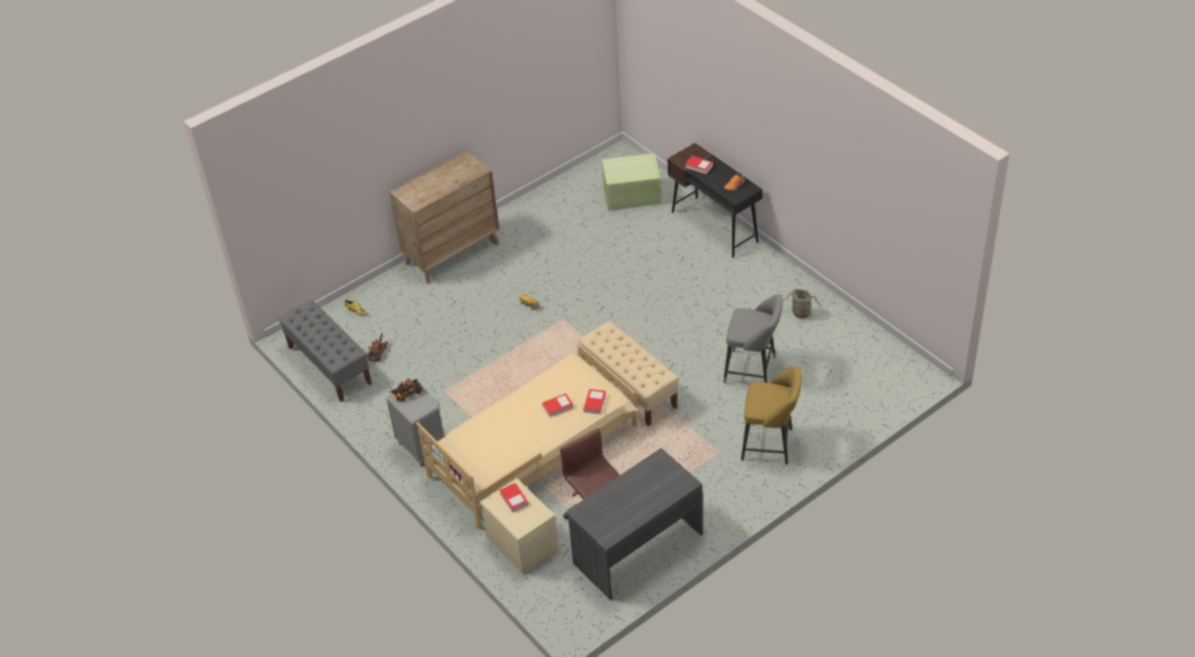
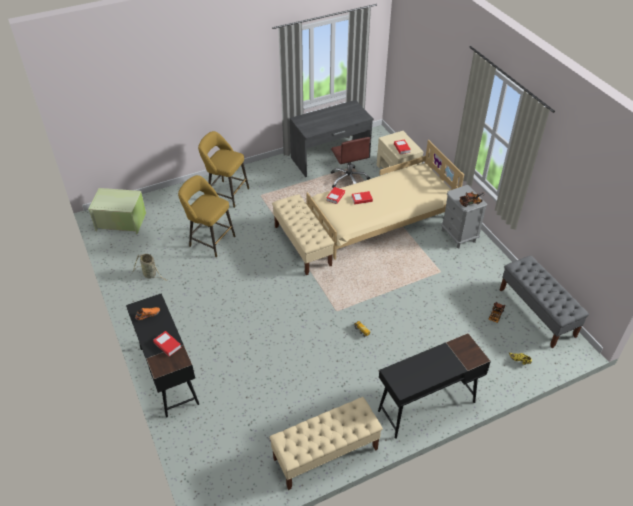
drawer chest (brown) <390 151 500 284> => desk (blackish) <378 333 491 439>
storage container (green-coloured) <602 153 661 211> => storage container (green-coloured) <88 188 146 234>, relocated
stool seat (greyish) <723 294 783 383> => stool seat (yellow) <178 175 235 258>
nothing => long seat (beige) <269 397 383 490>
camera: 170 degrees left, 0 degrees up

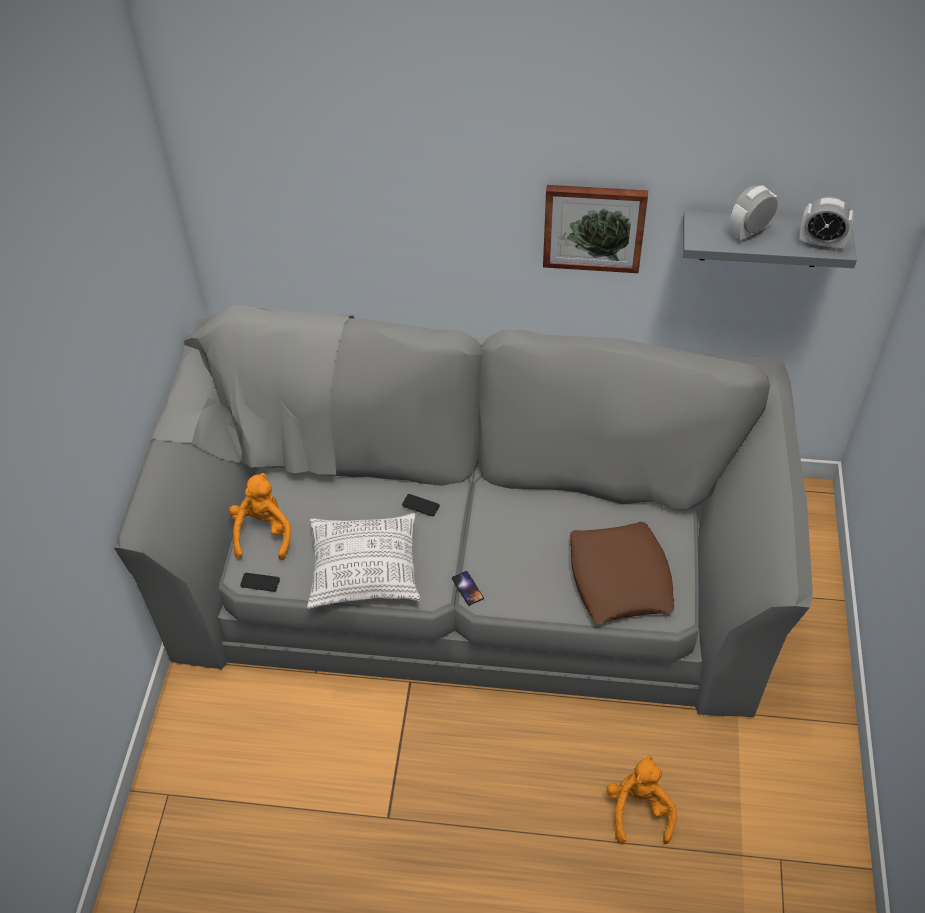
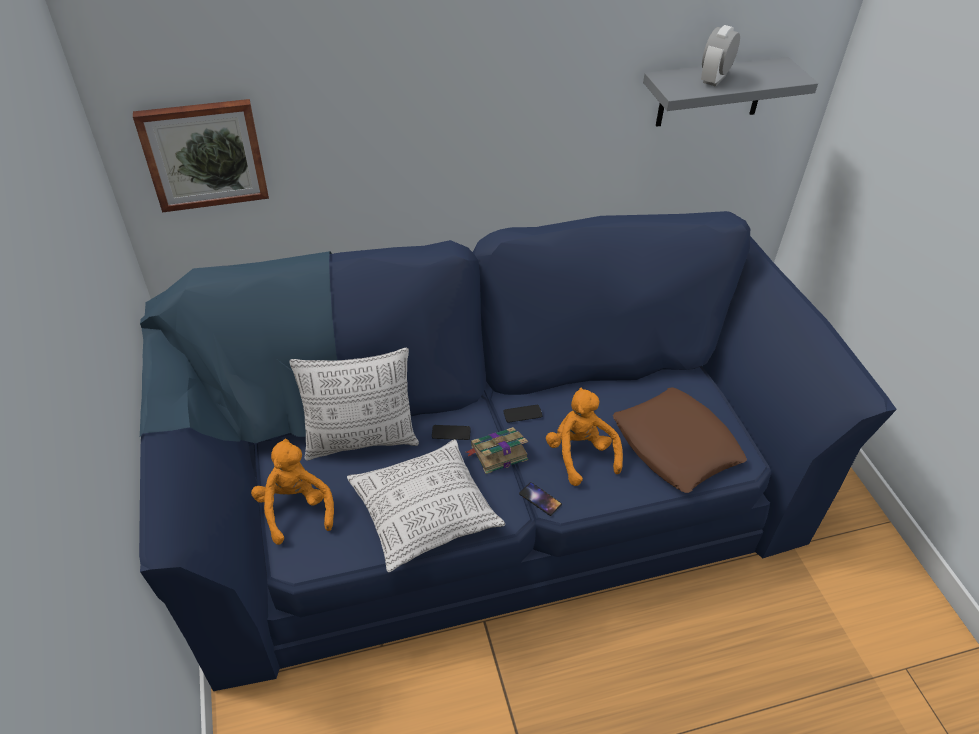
wall art <543 185 648 273> => wall art <133 99 269 213>, relocated
alarm clock <800 197 854 251> => nothing
settee (greyish) <114 305 813 717> => settee (bluish) <139 211 897 691>
handset <240 573 280 592> => handset <503 405 542 423>, relocated
soft toy (orange-coloured) <606 755 677 844> => soft toy (orange-coloured) <546 388 623 486>, relocated
nothing => cushion <289 348 419 461>
nothing => volume <466 427 528 474>
camera: 25 degrees left, 5 degrees down

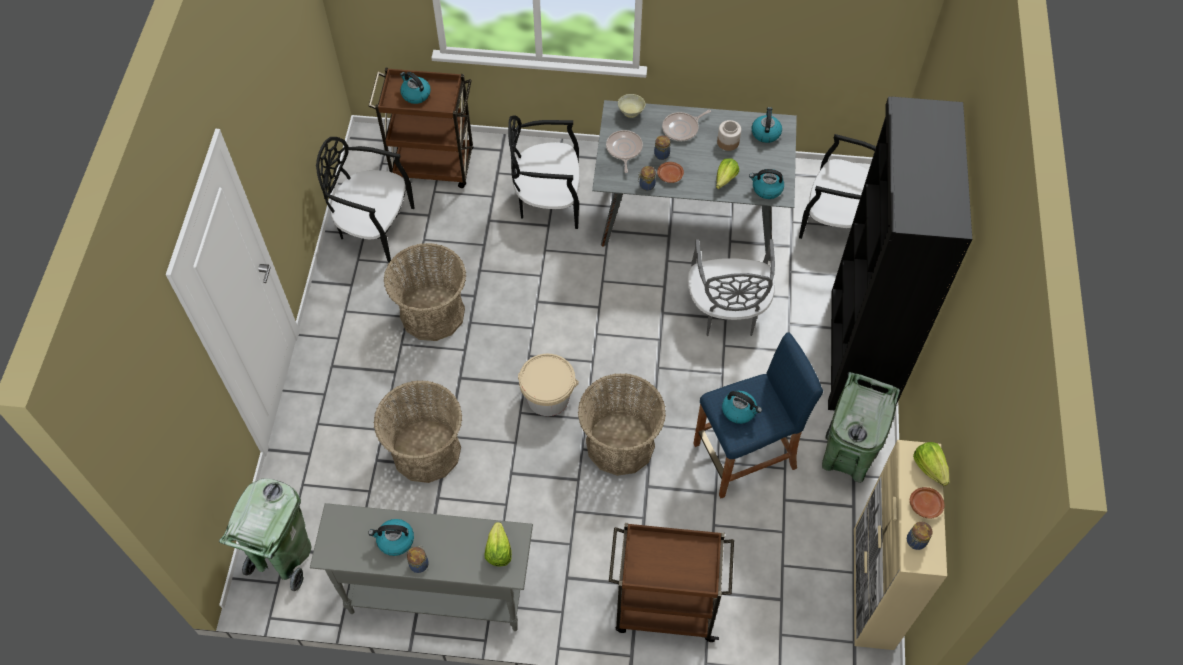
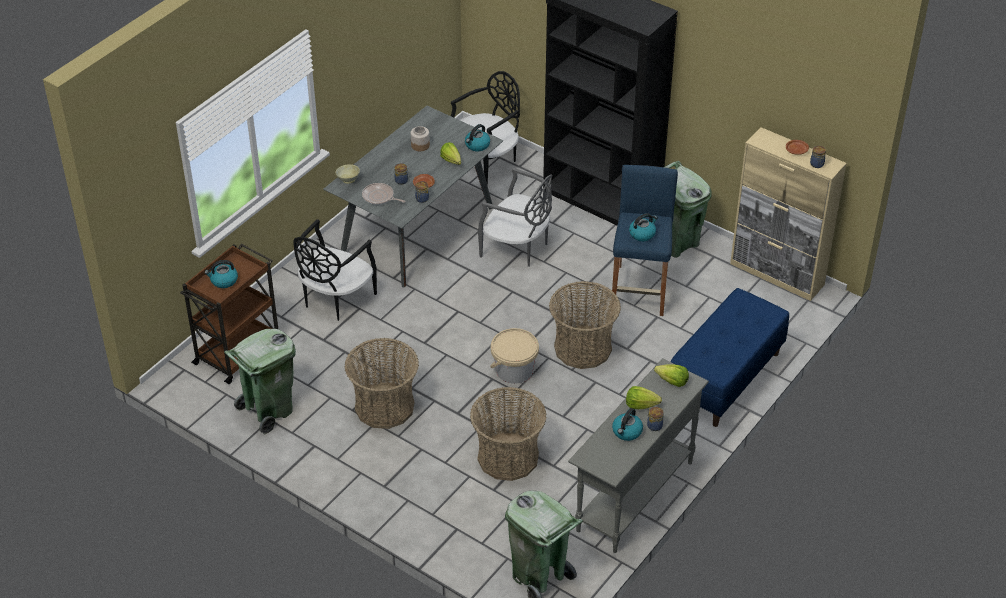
tea kettle <752 107 782 143> => nothing
skillet <662 110 711 141> => nothing
chair (blackish) <316 137 414 262> => waste bin (green-coloured) <224 329 296 434>
head of lettuce <913 442 950 486> => head of lettuce <626 386 662 409>, relocated
wheeled cart (brown) <609 523 734 642> => long seat (bluish) <670 288 789 427>
camera: 60 degrees left, 15 degrees down

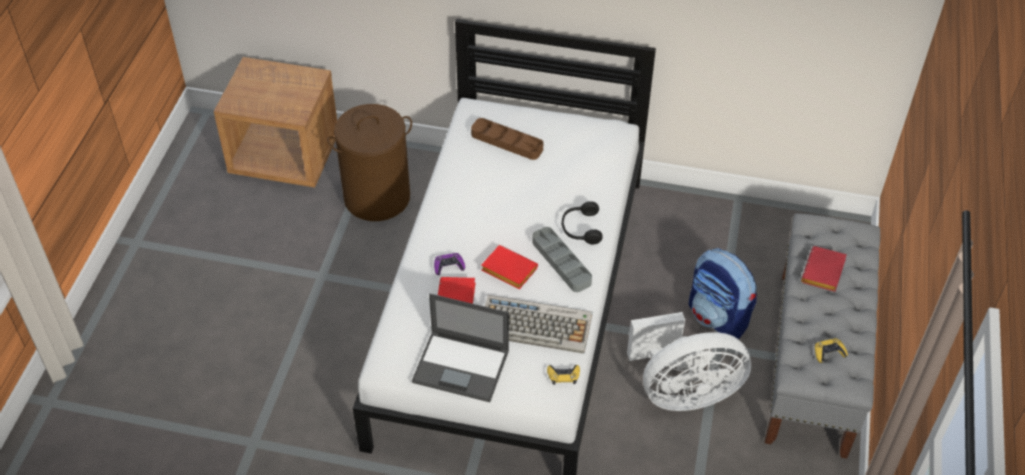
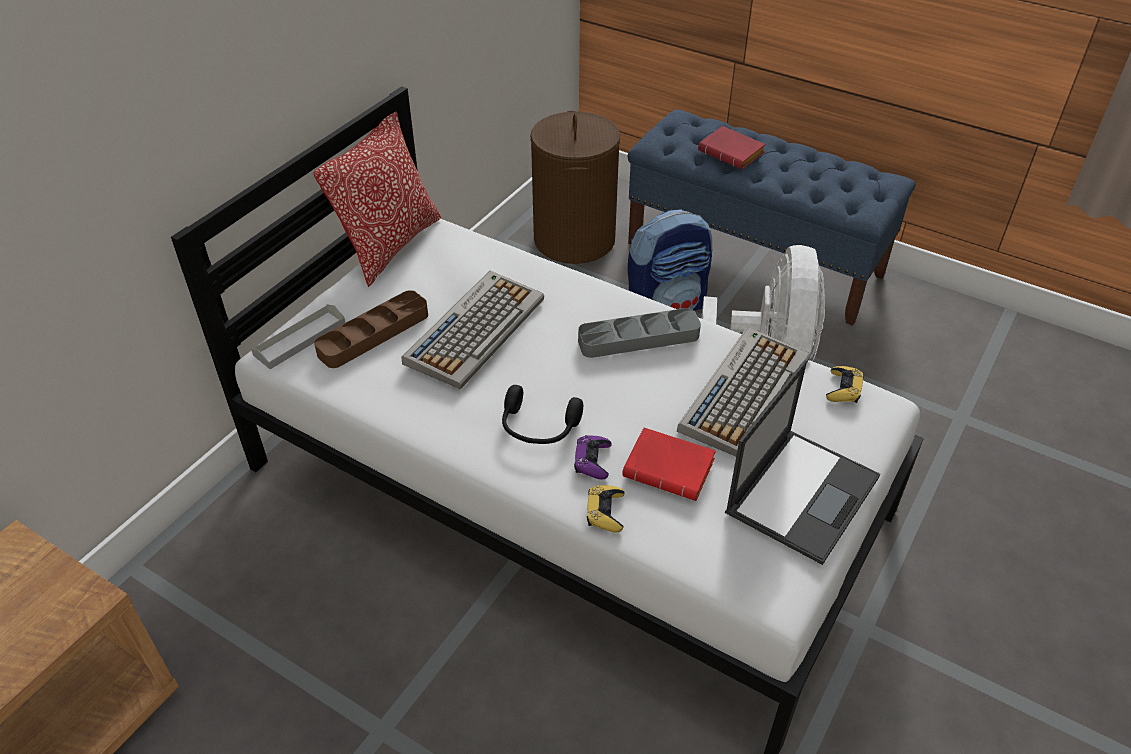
laundry basket (brown) <327 104 412 221> => laundry basket (brown) <530 111 621 264>, relocated
headset (blackish) <561 201 603 244> => headset (blackish) <502 385 583 444>, relocated
long seat (greyish) <765 213 880 459> => long seat (bluish) <628 109 916 326>
volume (reddish) <481 245 538 289> => nothing
game controller (yellow) <815 338 848 363> => game controller (yellow) <587 485 625 532>, relocated
nothing => cushion <313 112 441 287>
nothing => computer keyboard <401 271 544 389>
nothing => serving tray (greyish) <251 304 345 369>
camera: 70 degrees left, 5 degrees down

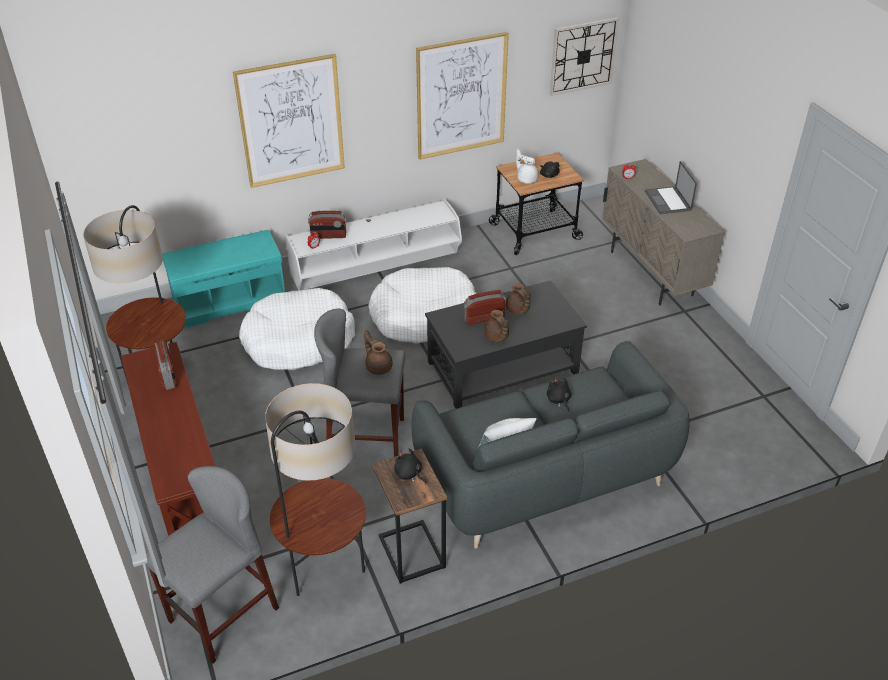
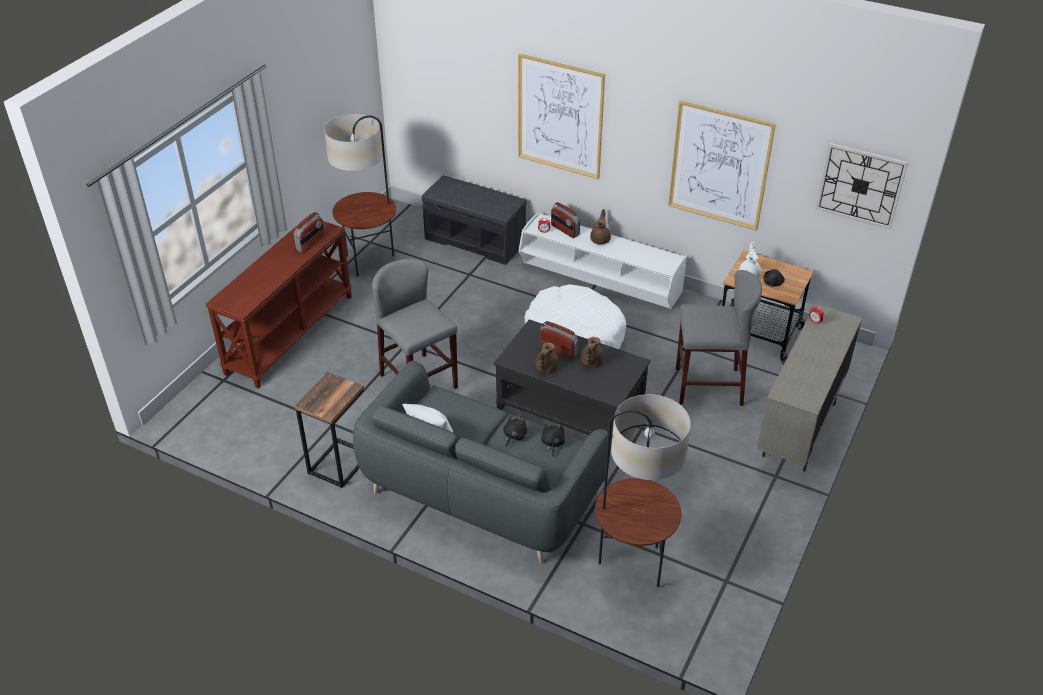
laptop <645 161 697 214> => nothing
long seat (blue-green) <162 230 285 328> => long seat (greyish) <422 175 527 265>
pet bed (white) <239 288 355 370> => nothing
pot for tea (brown) <364 330 393 375> => pot for tea (brown) <590 209 611 245>, relocated
standing lamp <265 383 366 596> => standing lamp <595 394 691 587>, relocated
soft toy (blackish) <394 448 426 484> => soft toy (blackish) <541 421 565 456>, relocated
stool seat (greyish) <145 466 279 664> => stool seat (greyish) <676 270 762 406>, relocated
camera: 50 degrees right, 0 degrees up

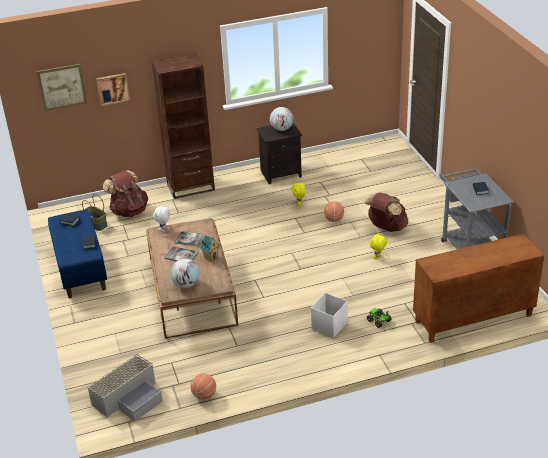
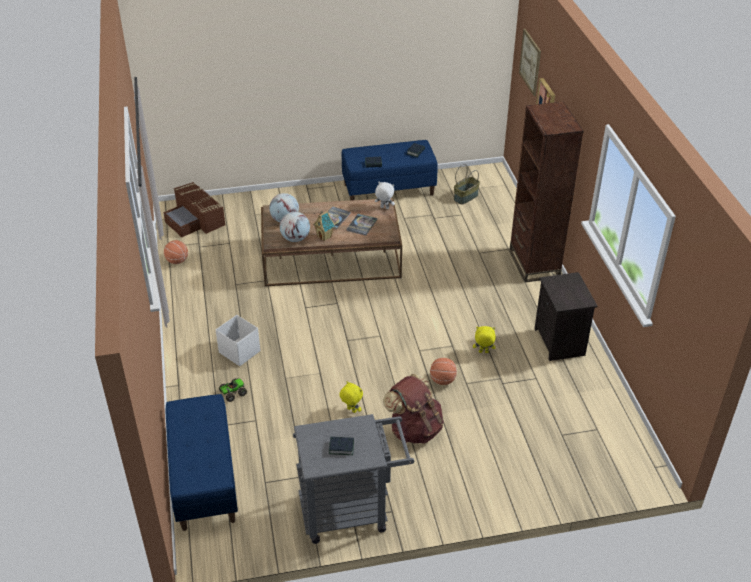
globe <270 107 293 131> => globe <280 212 310 242>, relocated
backpack (brown) <103 170 148 217> => nothing
cabinet (brown) <413 233 544 343> => long seat (bluish) <165 394 238 531>
storage container (greyish) <87 354 163 421> => storage container (brown) <163 182 225 237>
camera: 95 degrees right, 5 degrees up

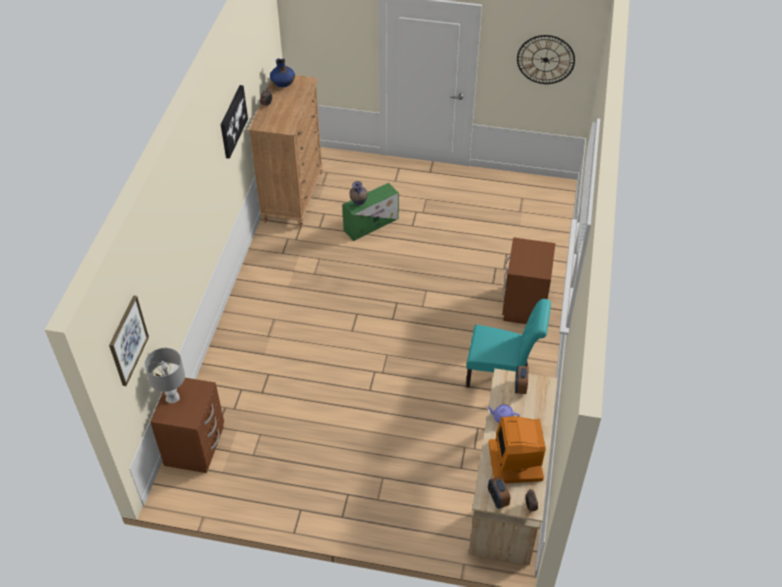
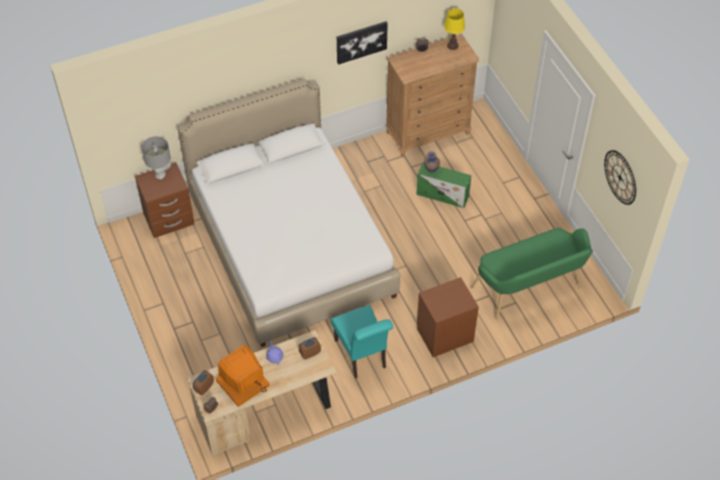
vase (bluish) <270 58 295 87> => tabletop lamp (yellow) <444 8 465 50>
wall art <109 295 149 386> => nothing
nothing => bedroom bed (white) <177 78 400 347>
nothing => long seat (green-coloured) <471 228 593 320>
camera: 55 degrees right, 5 degrees up

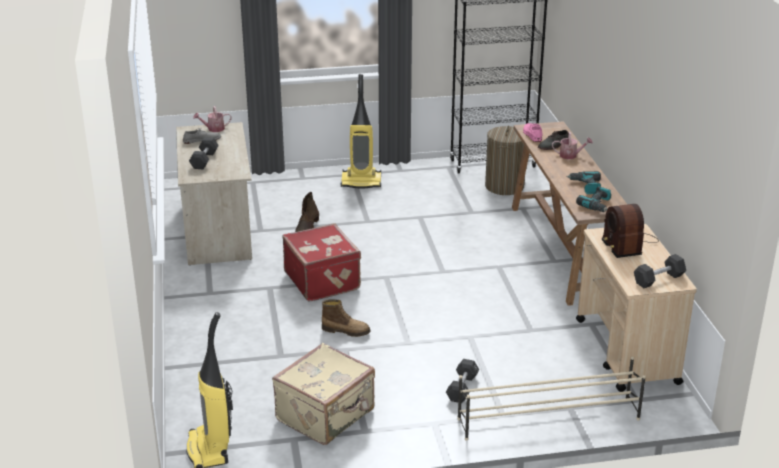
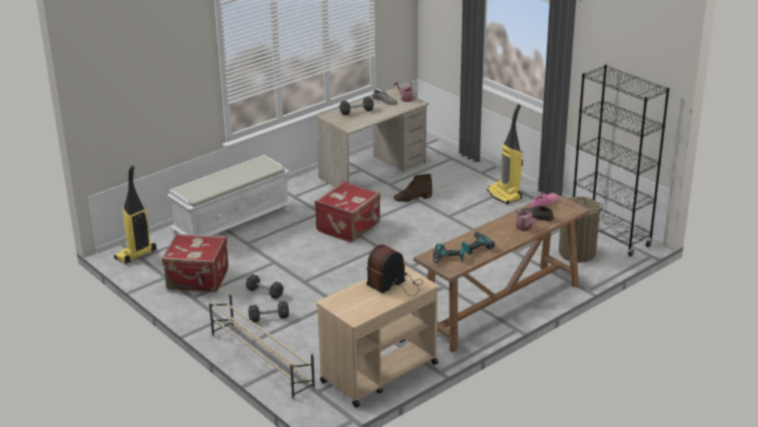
free weight (blackish) <634 254 686 288> => free weight (blackish) <246 274 284 299>, relocated
boot <322 299 371 337> => nothing
piece of luggage (beige) <272 343 375 445> => piece of luggage (reddish) <162 233 229 292>
nothing => long seat (white) <167 155 292 236>
camera: 60 degrees right, 0 degrees up

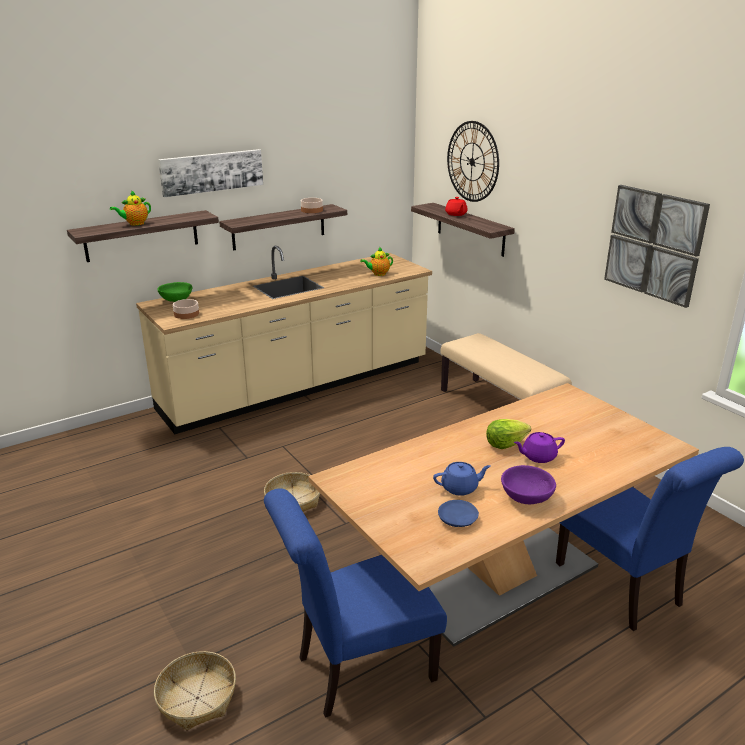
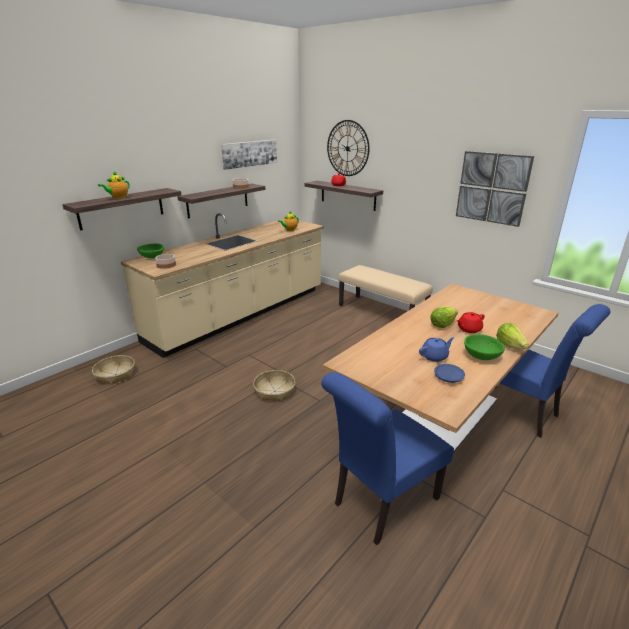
wall art <158 149 263 197> => wall art <221 140 277 170>, relocated
pot for tea (purple-coloured) <514 432 565 463> => pot for tea (reddish) <457 312 485 333>
deep dish (purple-coloured) <501 465 556 504> => deep dish (green-coloured) <464 334 505 360>
storage basket <154 651 236 730> => storage basket <92 355 135 385>, relocated
nothing => head of lettuce <496 323 529 349>
camera: 15 degrees left, 0 degrees up

